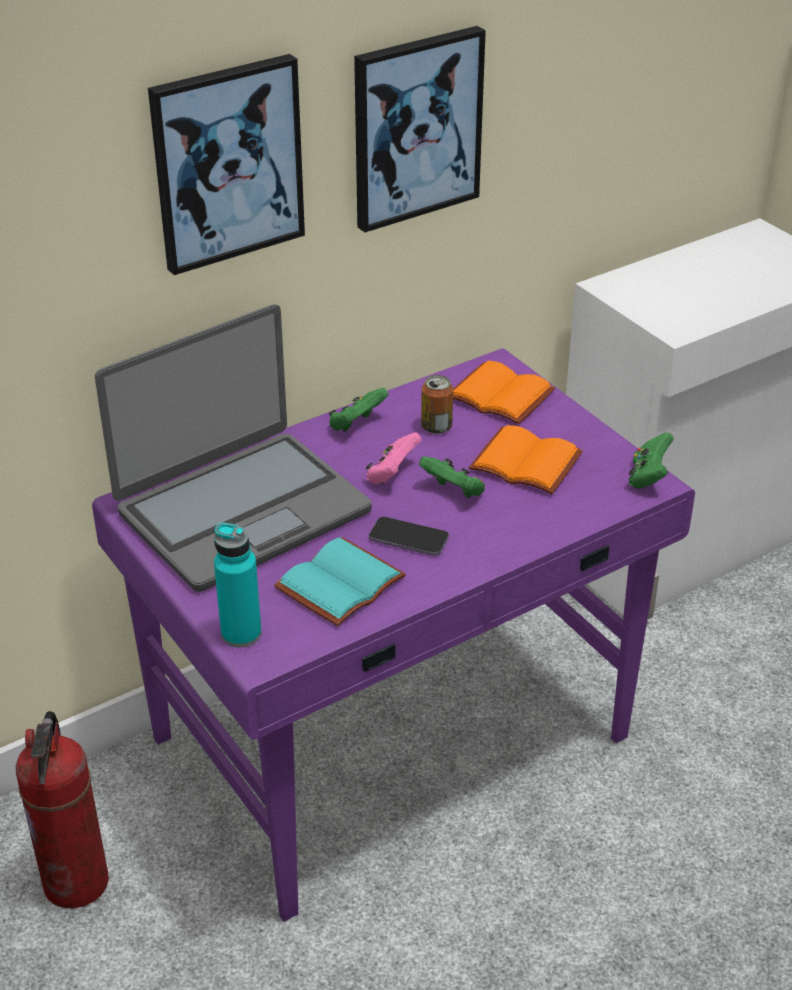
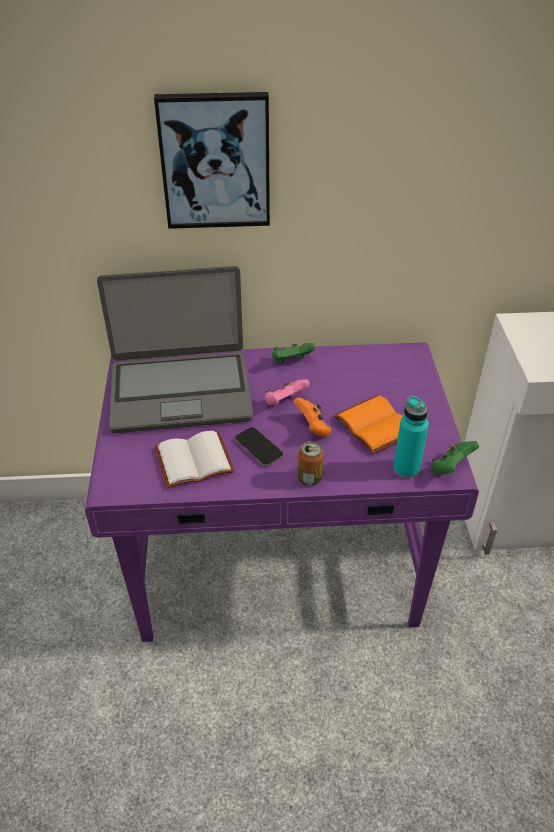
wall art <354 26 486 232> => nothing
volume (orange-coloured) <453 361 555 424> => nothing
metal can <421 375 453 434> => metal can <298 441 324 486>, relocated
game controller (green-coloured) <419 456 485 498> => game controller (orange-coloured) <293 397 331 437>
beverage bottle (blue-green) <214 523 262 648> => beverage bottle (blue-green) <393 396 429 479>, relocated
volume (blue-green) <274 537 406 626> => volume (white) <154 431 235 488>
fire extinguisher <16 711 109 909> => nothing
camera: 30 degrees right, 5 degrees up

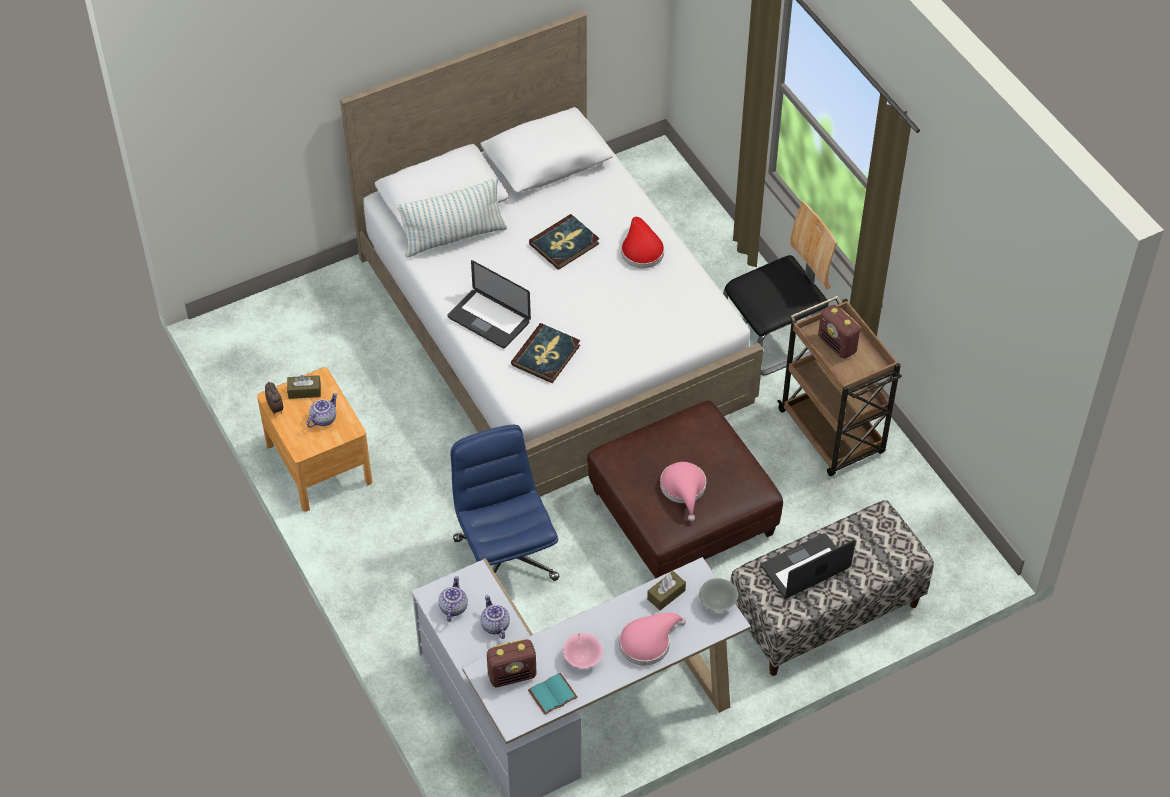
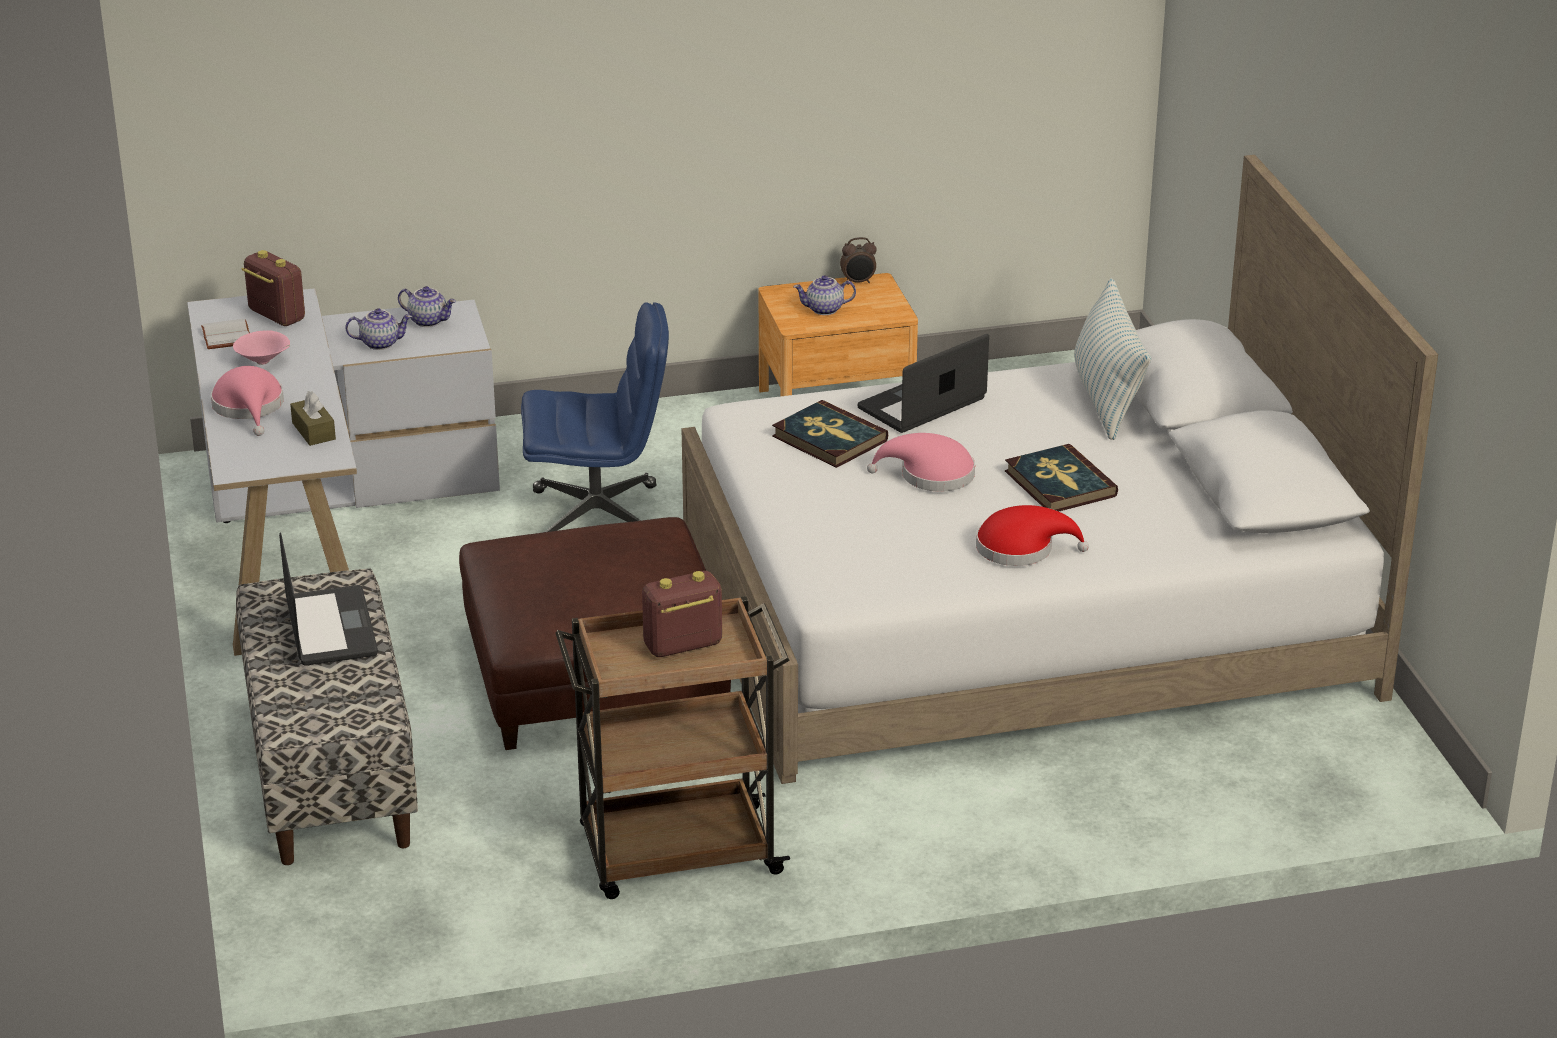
chair <723 201 837 376> => nothing
box of tissues (brown) <287 375 321 399> => nothing
pot for tea <307 393 338 428> => pot for tea <793 275 856 315>, 120 degrees clockwise
hat (pink) <660 462 706 521> => hat (pink) <867 433 975 492>, relocated
deep dish (greyish) <699 578 738 612> => nothing
radio receiver <487 639 536 687> => radio receiver <242 250 305 326>, 135 degrees clockwise
volume (blue-green) <528 673 578 715> => volume (white) <201 319 250 349>
camera: 105 degrees right, 20 degrees down

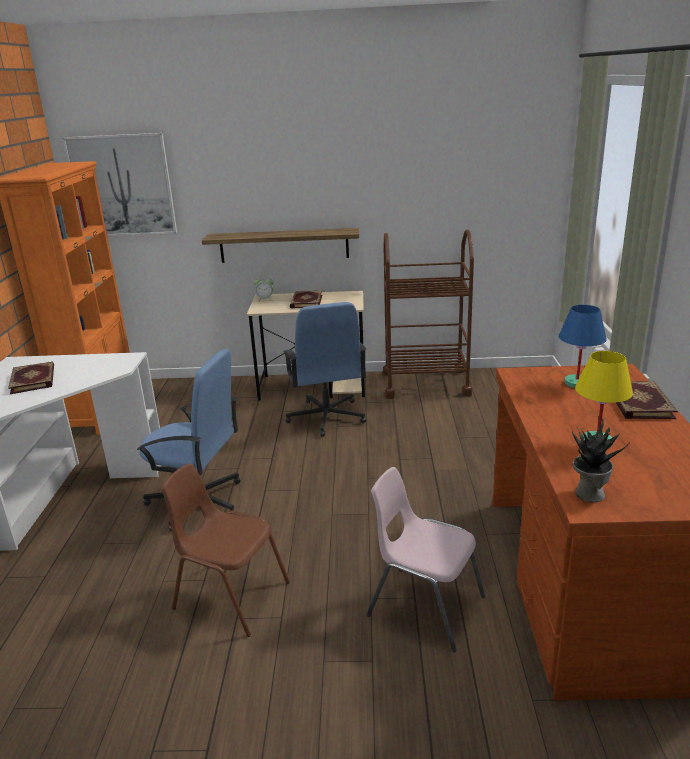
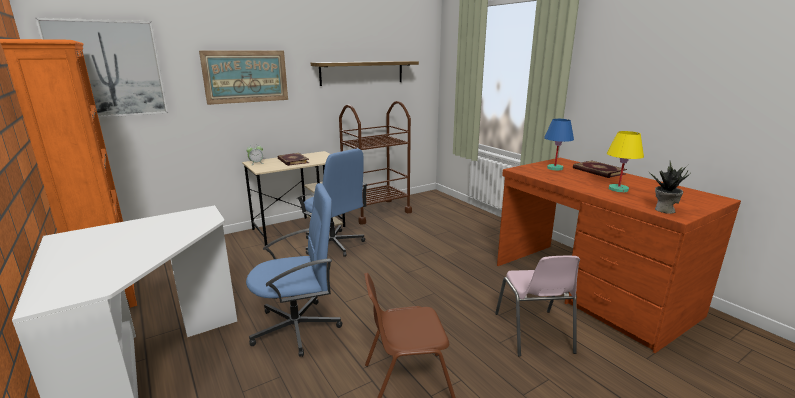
shelf <202 228 359 263> => shelf <311 61 419 86>, relocated
volume <8 361 54 394> => nothing
chair (pink) <366 467 485 652> => chair (pink) <495 256 580 357>, 90 degrees counterclockwise
nothing => wall art <199 51 288 105>
camera: 35 degrees left, 5 degrees down

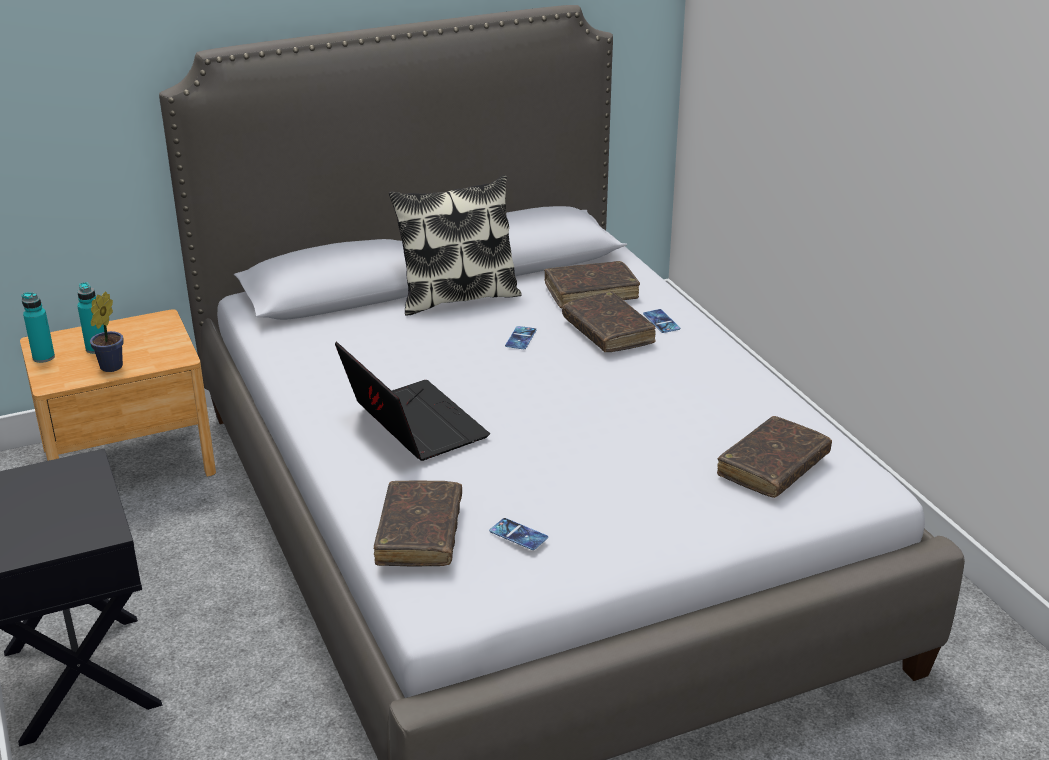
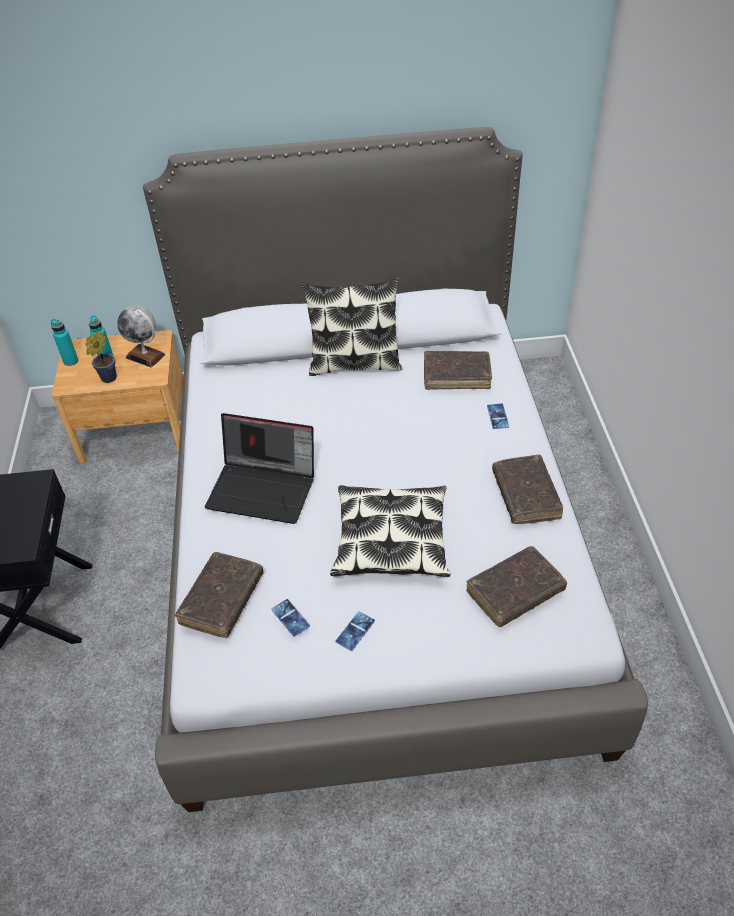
volume (brown) <562 291 656 352> => volume (brown) <492 455 563 524>, relocated
handset <505 326 537 349> => handset <335 612 375 651>, relocated
laptop <335 341 490 461> => laptop <205 413 314 524>, 120 degrees clockwise
nothing => globe <117 306 166 368>
nothing => cushion <330 485 450 577>
camera: 20 degrees right, 15 degrees up

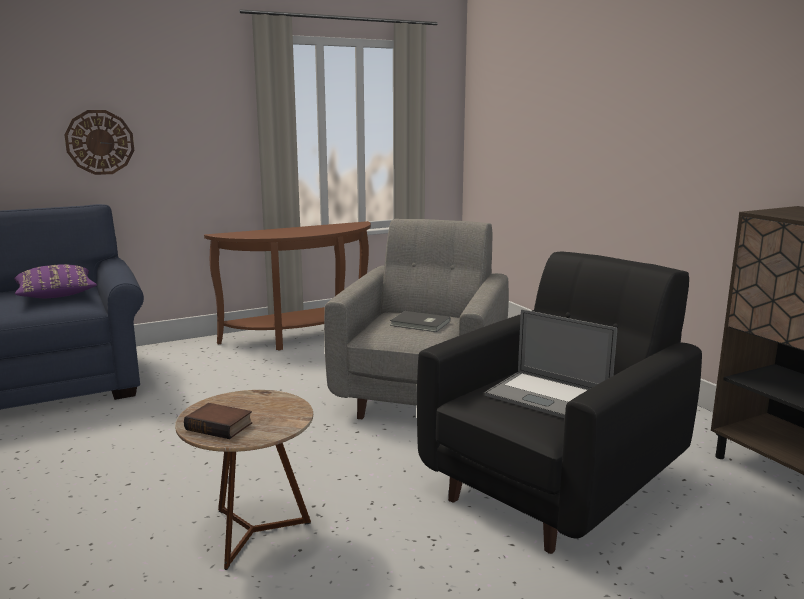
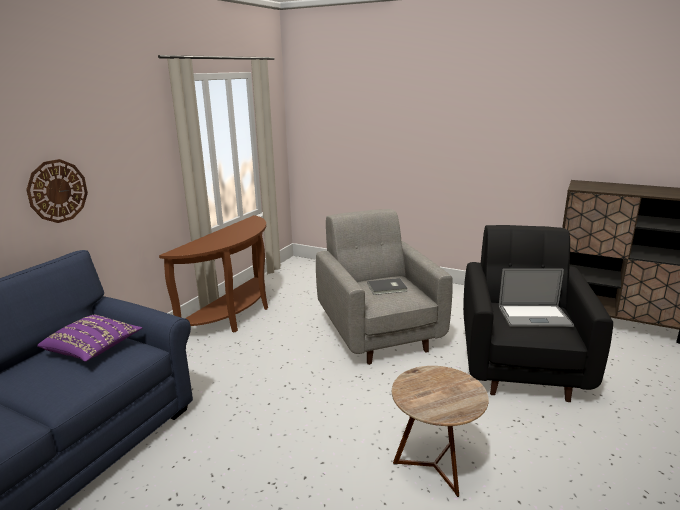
volume <184 403 252 439> => nothing
camera: 35 degrees left, 5 degrees up

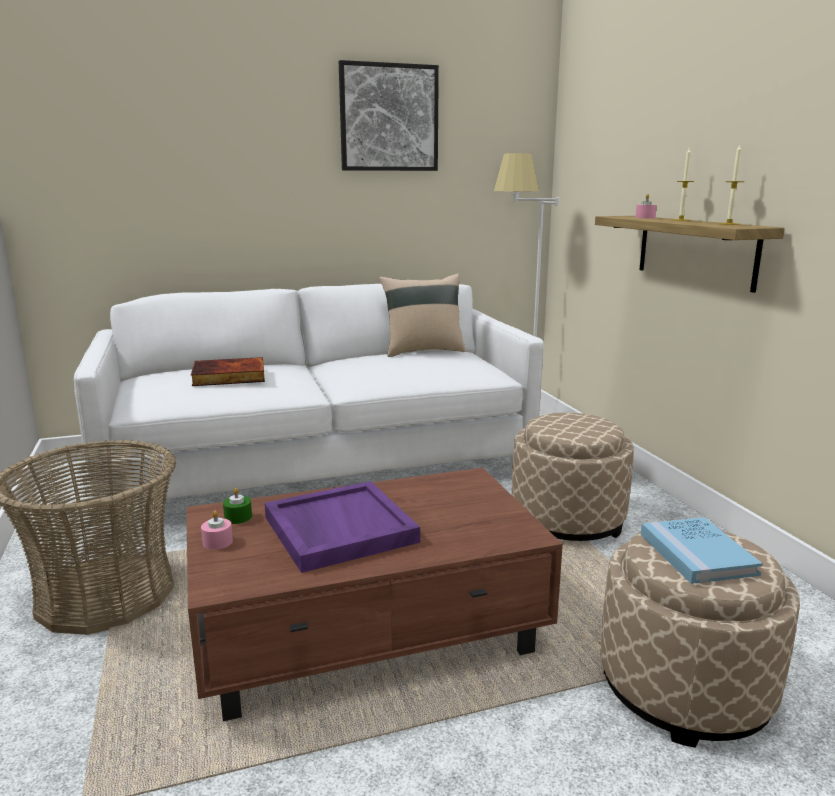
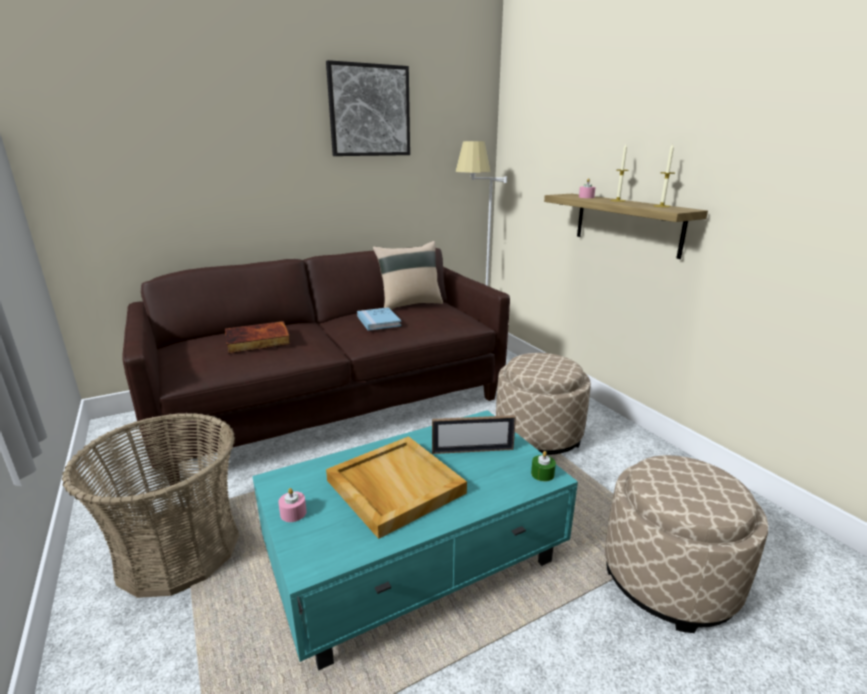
settee (white) <74 284 544 533> => settee (brown) <122 247 510 486>
low table (brown) <186 468 563 721> => low table (blue-green) <252 410 578 671>
serving tray (purple-coloured) <264 481 420 573> => serving tray (beige) <326 436 467 539>
wax light (green-coloured) <223 488 252 524> => wax light (green-coloured) <531 451 556 481>, relocated
volume (bluish) <641 517 763 584> => volume (bluish) <357 307 402 331>, relocated
nothing => picture frame <432 415 516 454>
camera: 10 degrees left, 5 degrees up

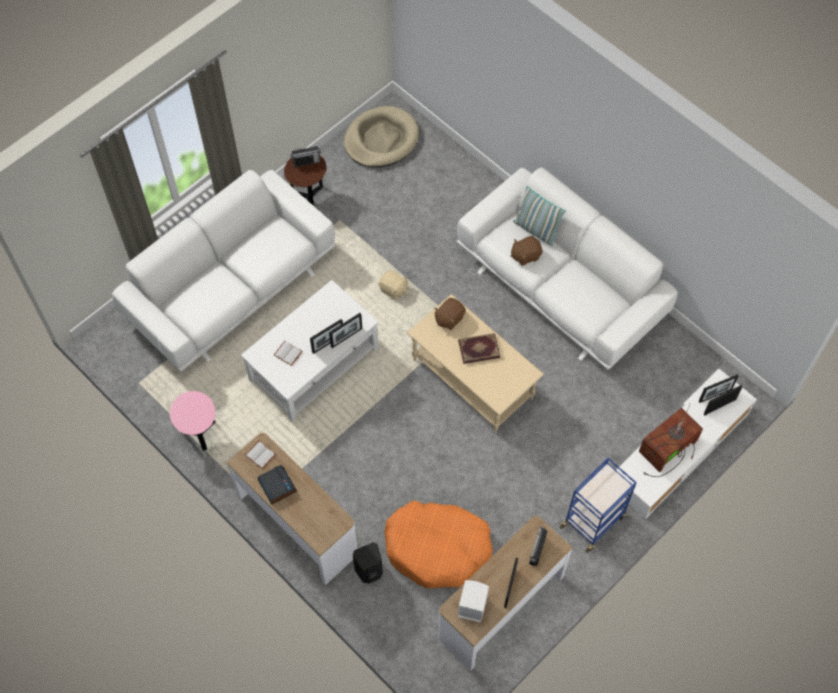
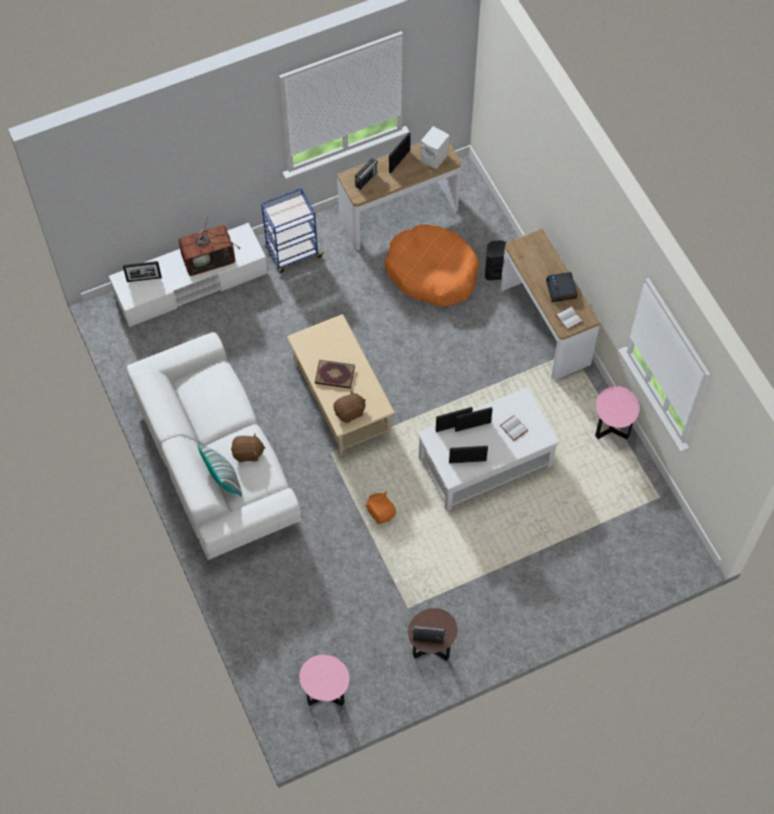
pet bed (beige) <344 106 419 167> => accent table (pink) <299 655 350 706>
settee (white) <112 170 336 372> => nothing
soft toy (beige) <378 270 408 300> => soft toy (orange-coloured) <365 492 396 524>
picture frame <699 375 738 403> => picture frame <449 446 488 463>, relocated
camera: 160 degrees left, 0 degrees up

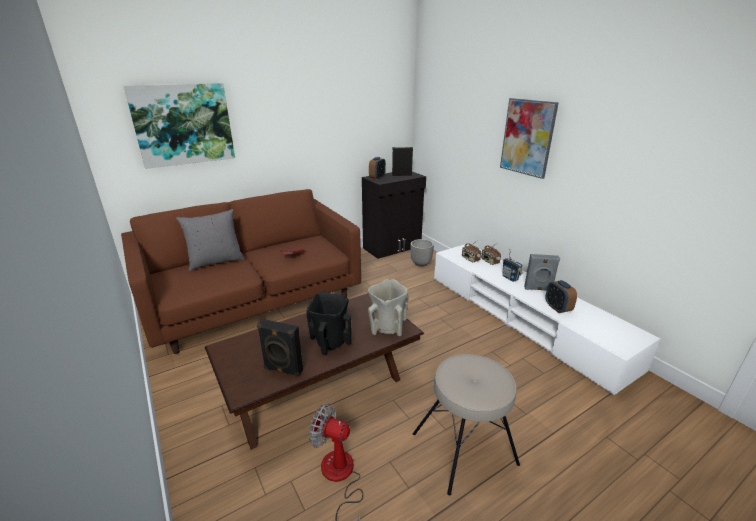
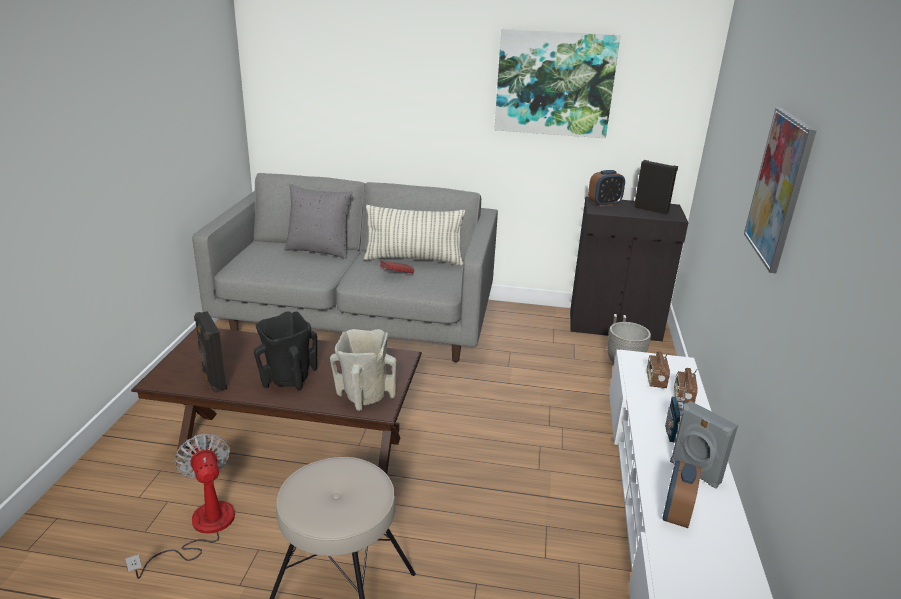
wall art <124 83 235 169> => wall art <494 29 620 138>, relocated
settee (brown) <121 189 361 354> => settee (greyish) <192 173 498 362>
nothing => cushion <364 205 465 266>
camera: 40 degrees right, 0 degrees up

